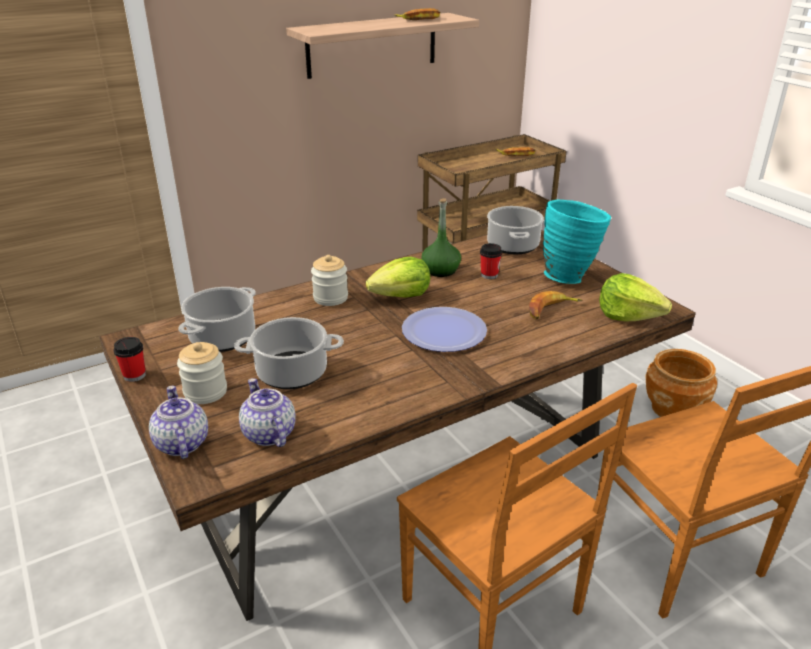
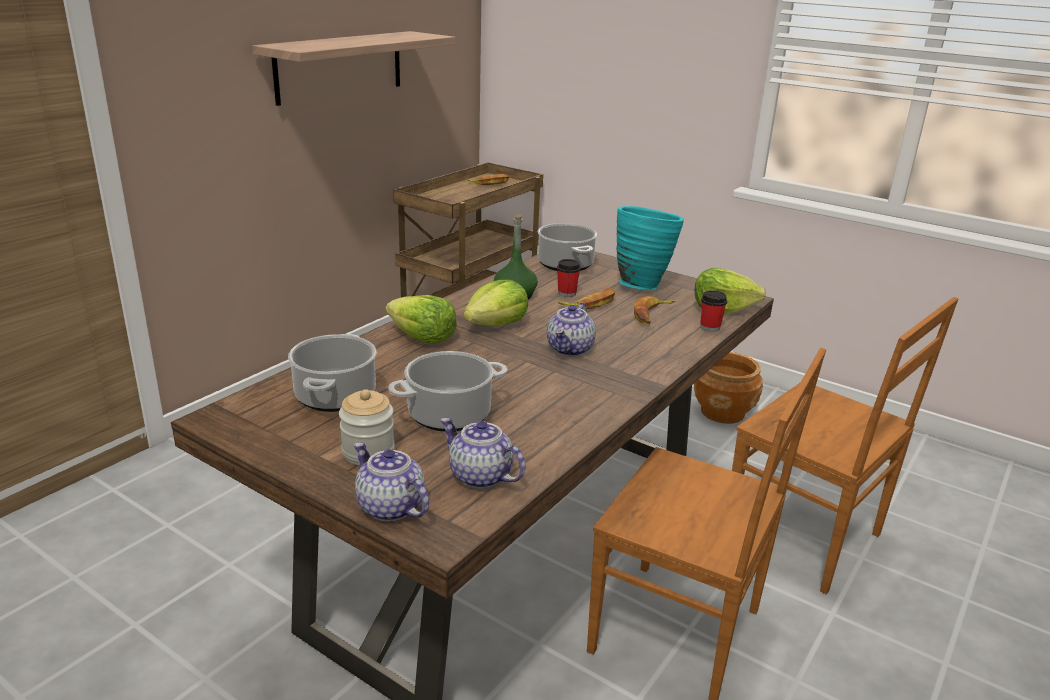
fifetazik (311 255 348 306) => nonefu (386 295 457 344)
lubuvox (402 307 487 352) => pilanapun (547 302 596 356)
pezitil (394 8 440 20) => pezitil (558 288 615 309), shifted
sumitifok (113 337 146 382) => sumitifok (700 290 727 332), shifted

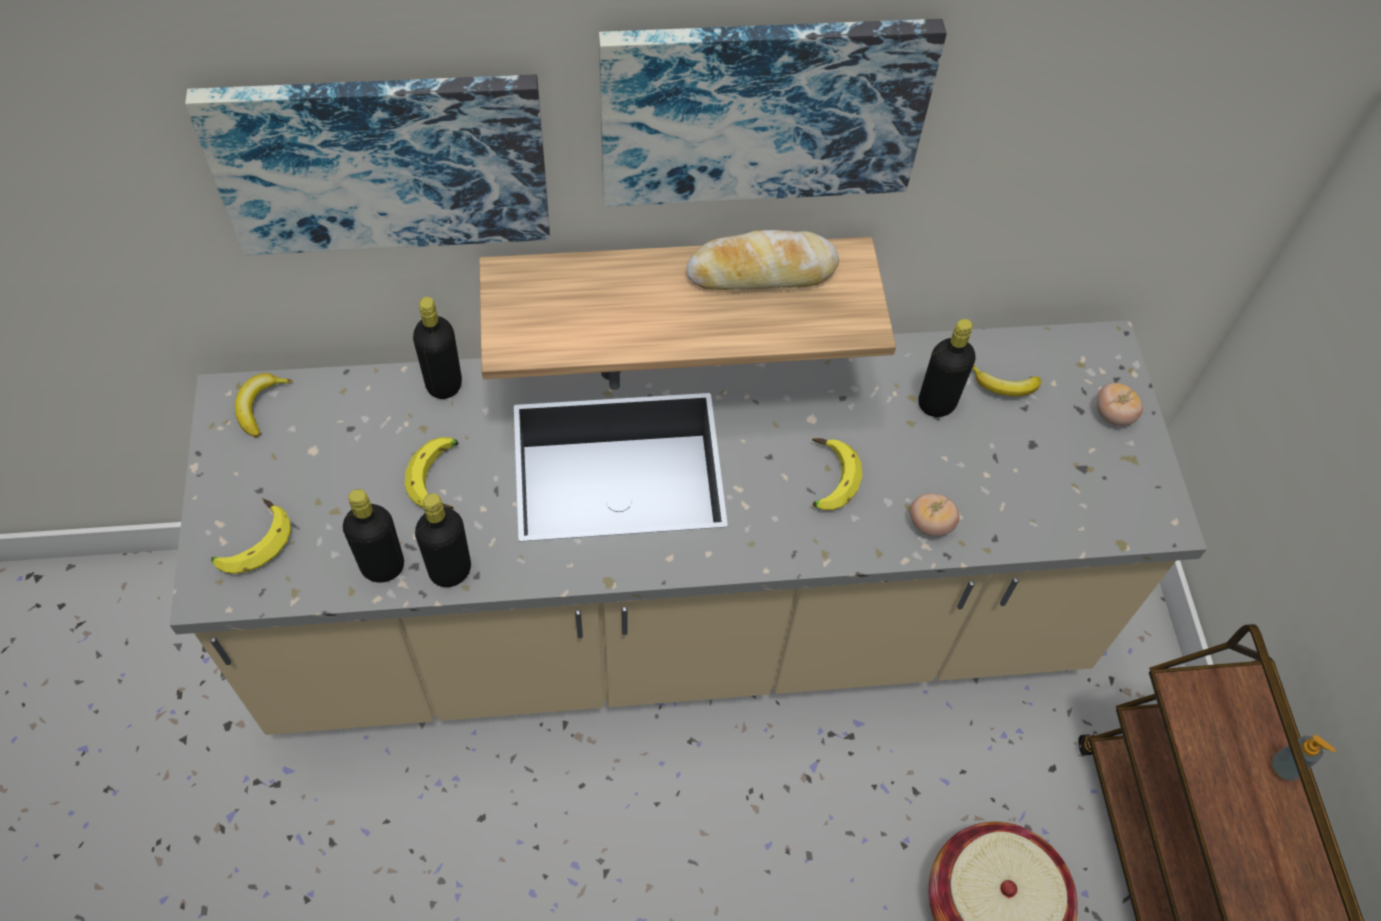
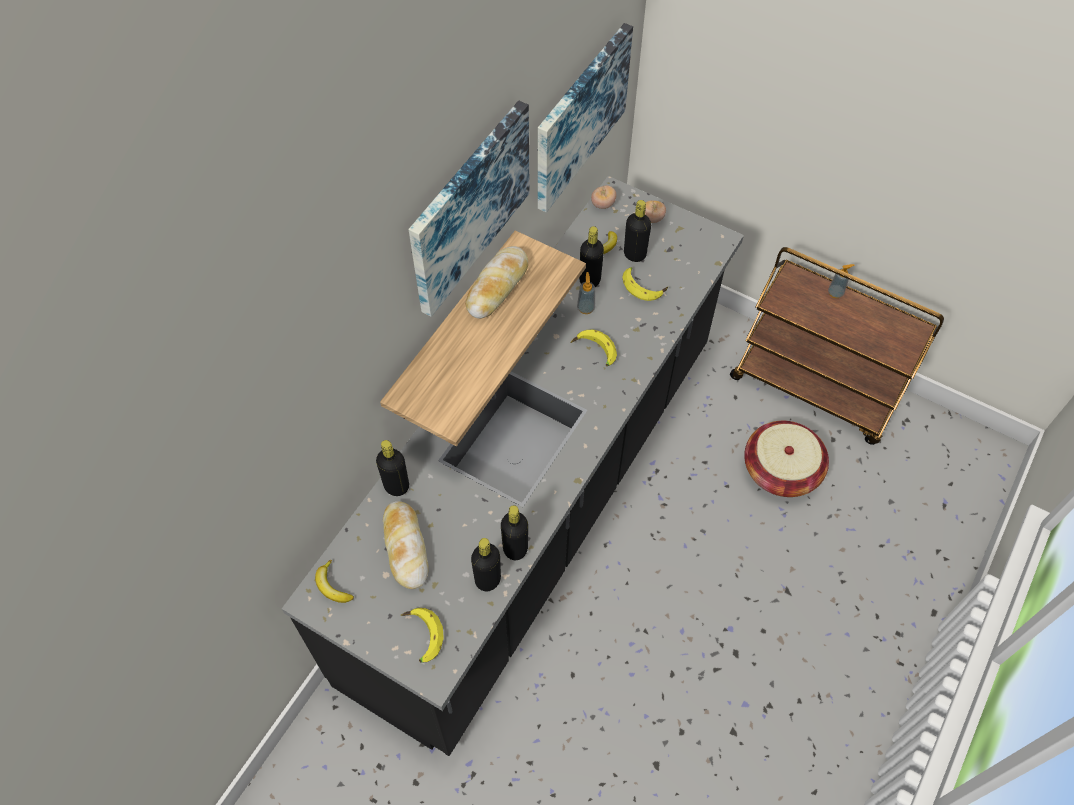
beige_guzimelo (170 320 1207 735) => black_guzimelo (282 176 744 756)
nothing => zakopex (383 501 429 589)
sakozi (185 75 550 255) => sakozi (537 23 633 212), shifted
nothing => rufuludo (577 272 595 314)
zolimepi (910 493 959 537) => zolimepi (591 185 616 209), shifted
pezitil (405 437 458 509) => pezitil (622 267 668 301), shifted
nothing => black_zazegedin (624 200 651 262)

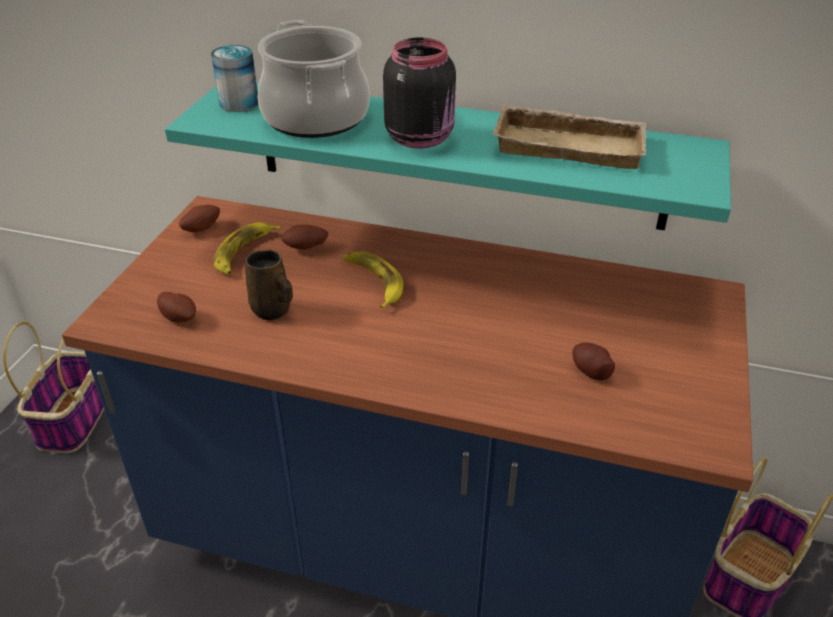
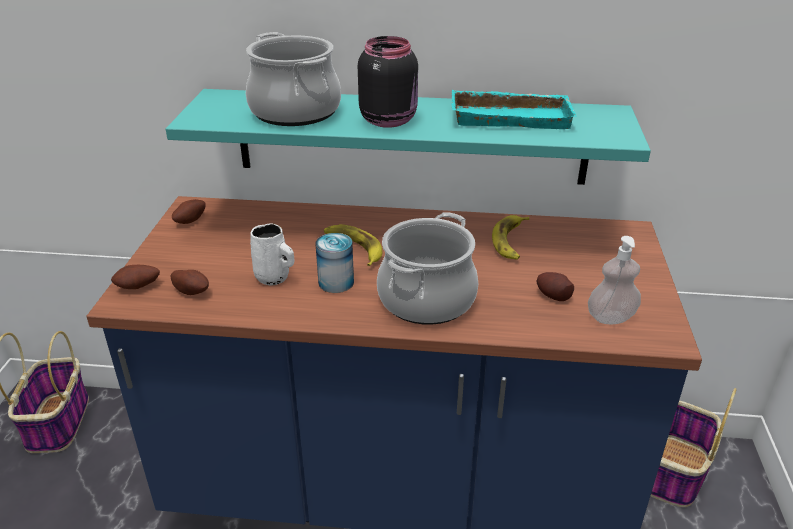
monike (281 225 328 250) => monike (111 265 160 289), shifted
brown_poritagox (245 250 293 320) => white_poritagox (250 223 295 286)
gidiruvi (211 45 258 112) => gidiruvi (316 233 354 293), shifted
nothing => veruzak (377 213 478 325)
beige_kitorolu (493 105 647 169) => turquoise_kitorolu (451 90 577 129)
pezitil (213 222 281 275) => pezitil (492 215 529 259), shifted
nothing => rufuludo (588 236 641 324)

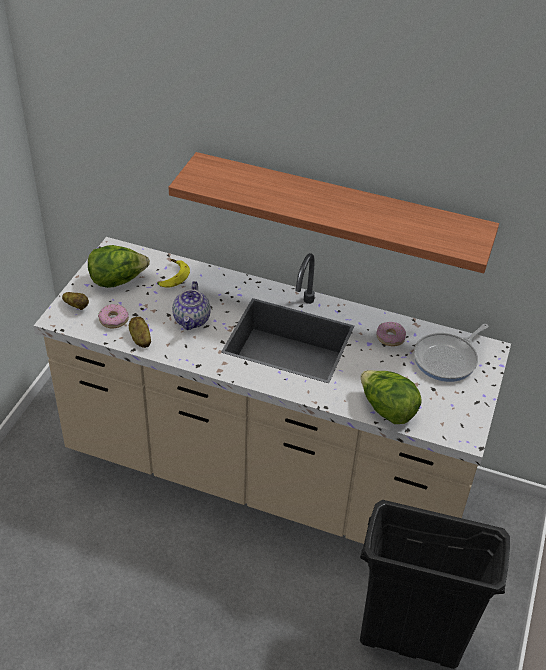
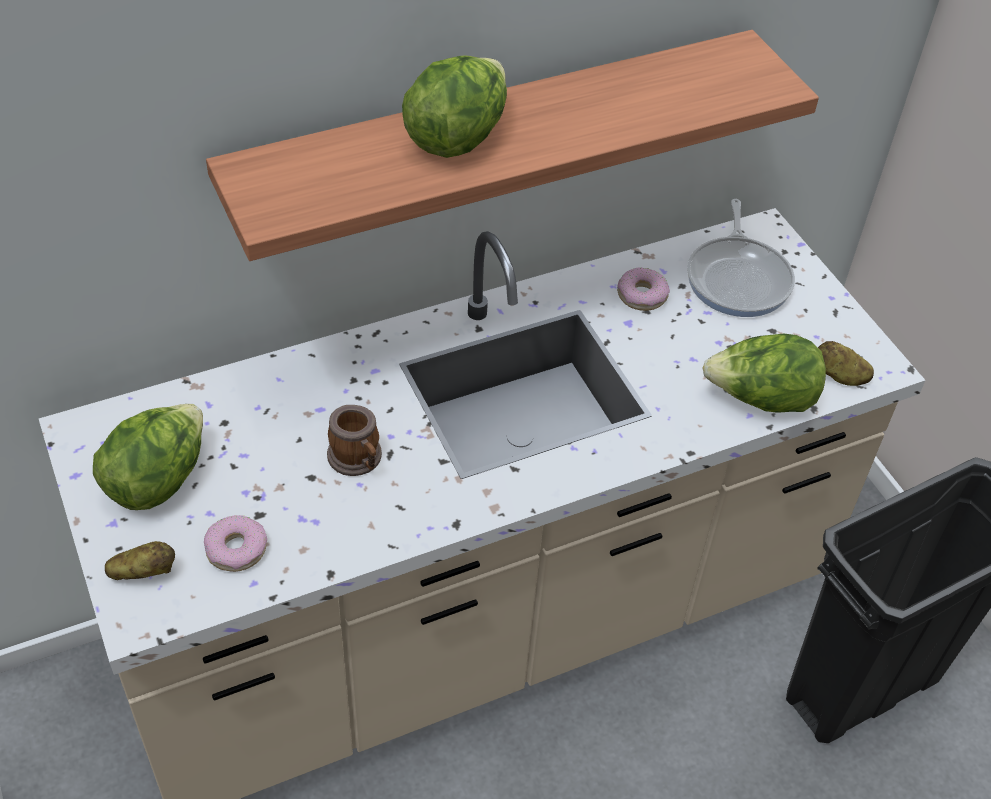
pilanapun (172 281 211 330) => poritagox (327 405 382 476)
nothing => nonefu (402 55 507 158)
monike (129 317 151 348) => monike (818 341 874 386), shifted
pezitil (157 259 190 288) => nothing

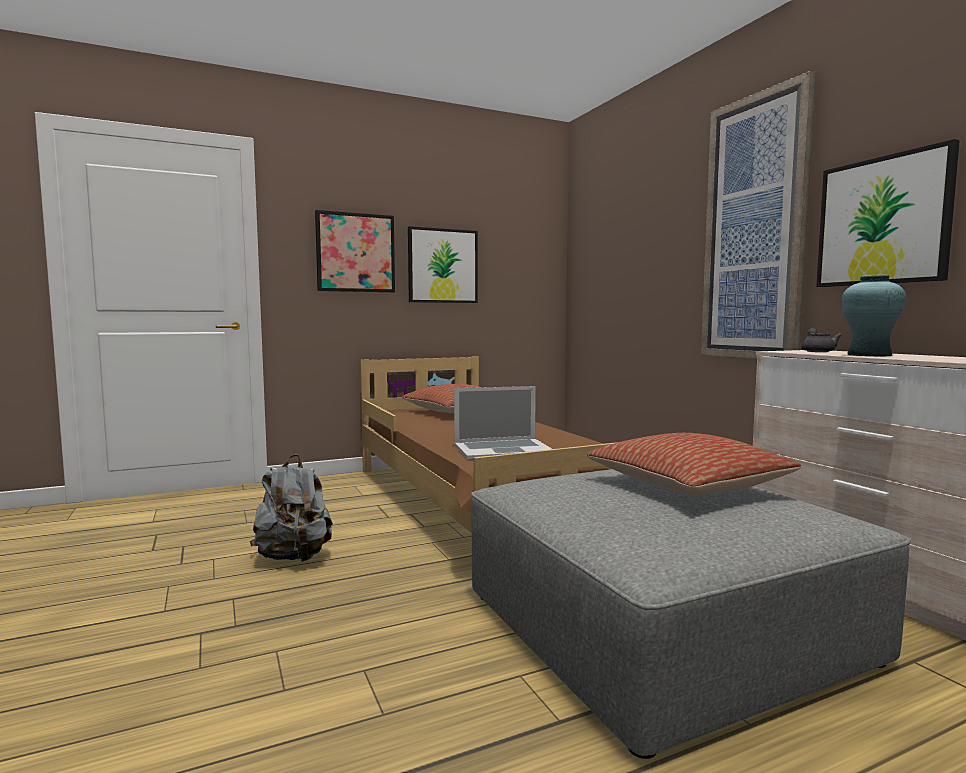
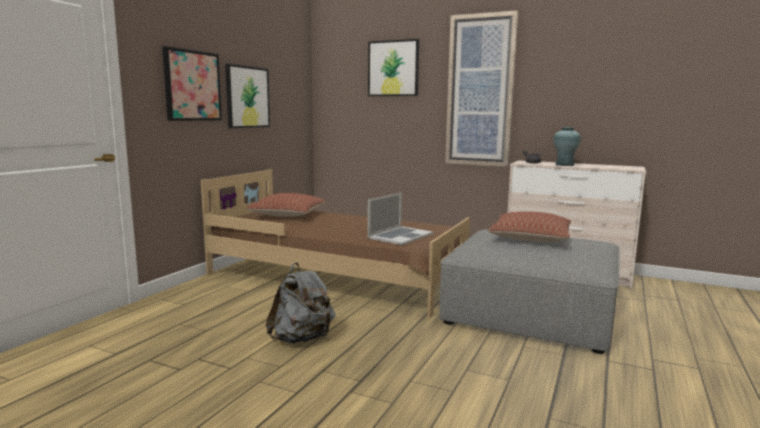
sakozi (816 139 960 287) => sakozi (368 39 419 96), shifted

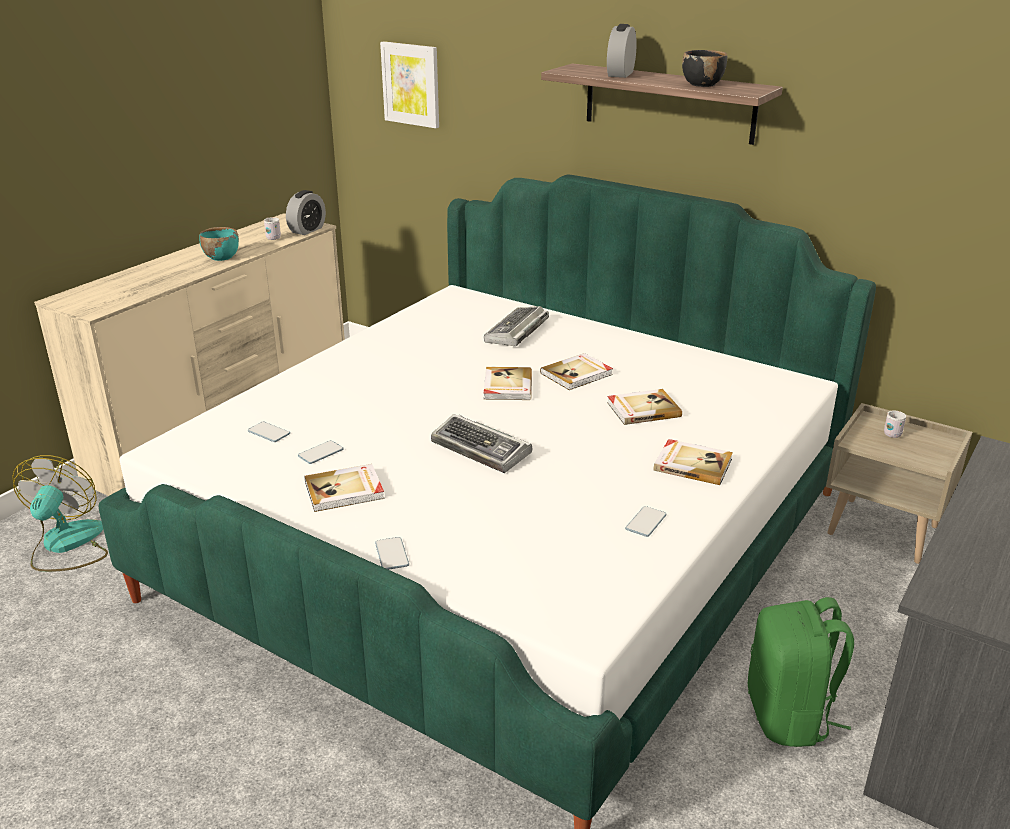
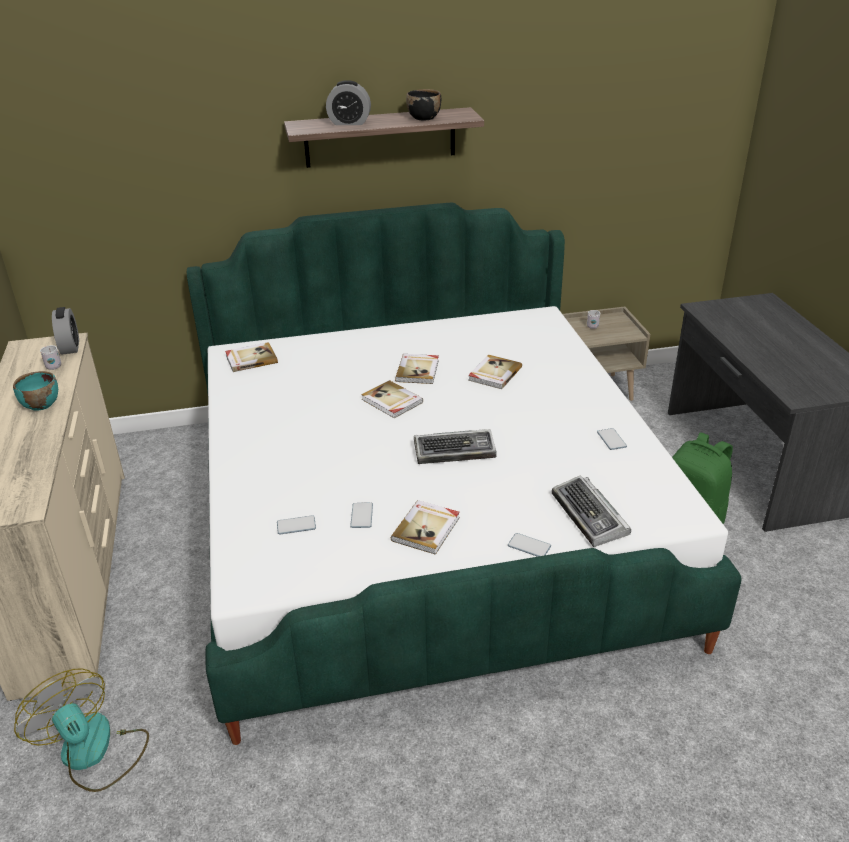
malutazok (654 439 733 485) => malutazok (225 342 278 372), shifted
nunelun (607 24 637 78) => nunelun (326 80 371 125), 60 degrees counterclockwise
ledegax (484 306 549 346) => ledegax (552 475 631 547), shifted
sakozi (380 41 439 128) => nothing

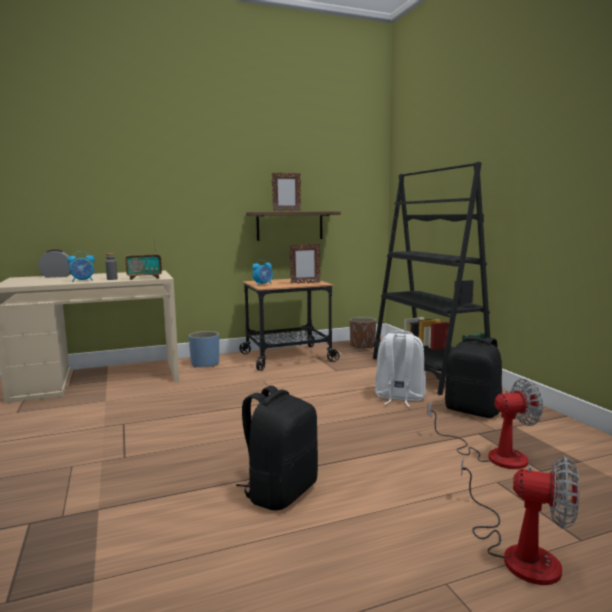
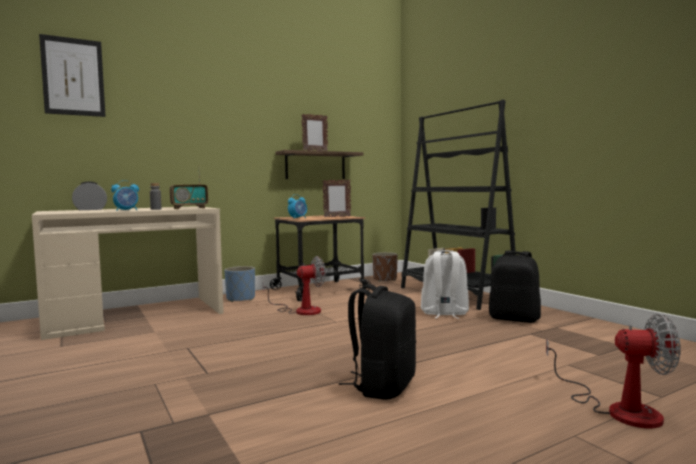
nothing => sakozi (39 34 106 117)
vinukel (427 379 544 469) => vinukel (263 256 325 315), shifted

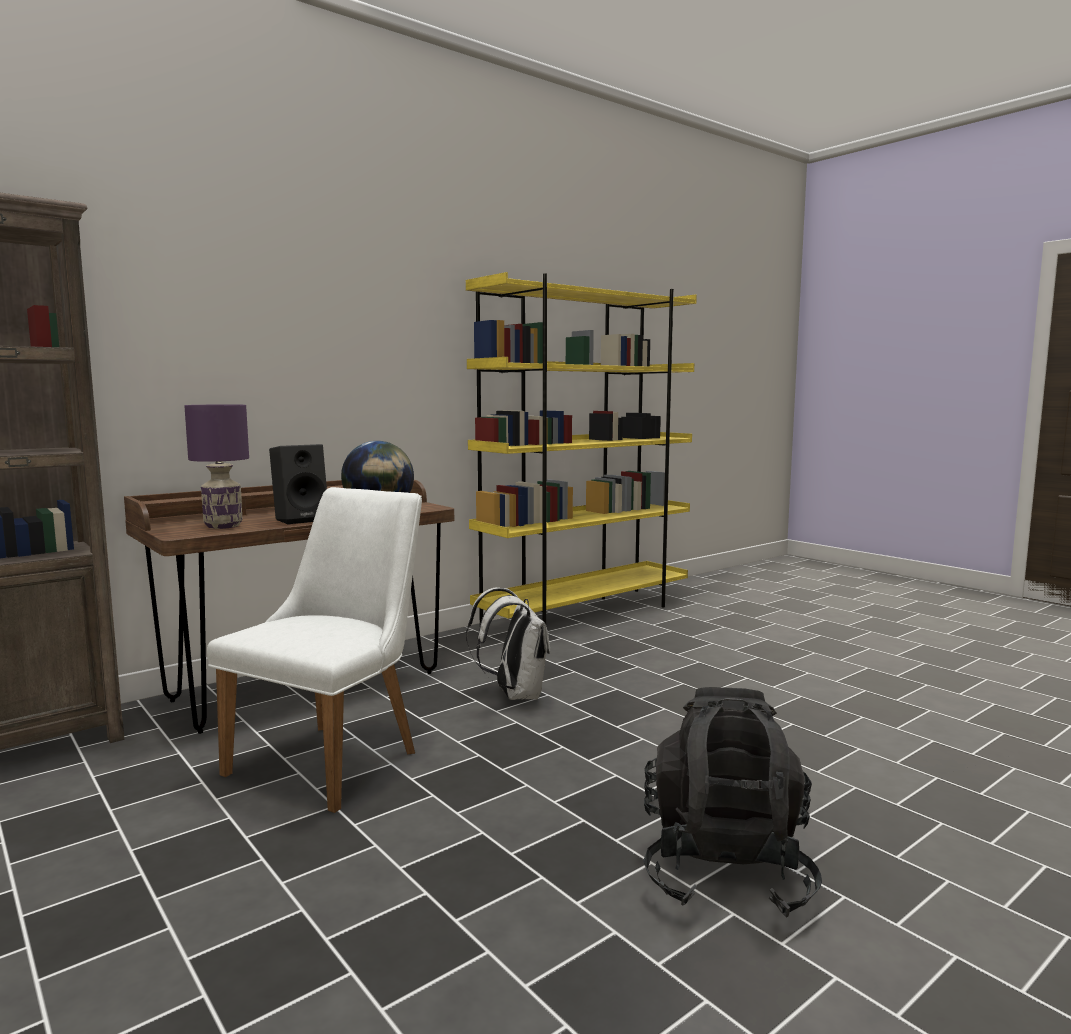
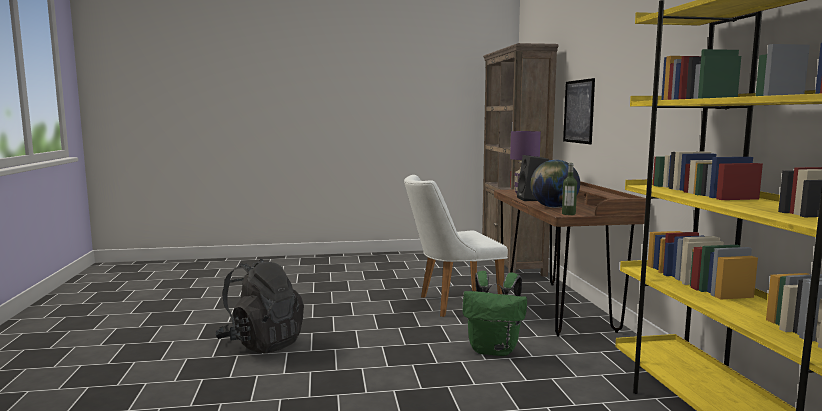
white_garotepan (207 487 422 813) => white_garotepan (404 175 508 317), 105 degrees clockwise
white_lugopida (466 587 550 700) => green_lugopida (463 271 527 356)
nothing => zazegedin (562 163 577 215)
nothing => sakozi (563 78 595 144)

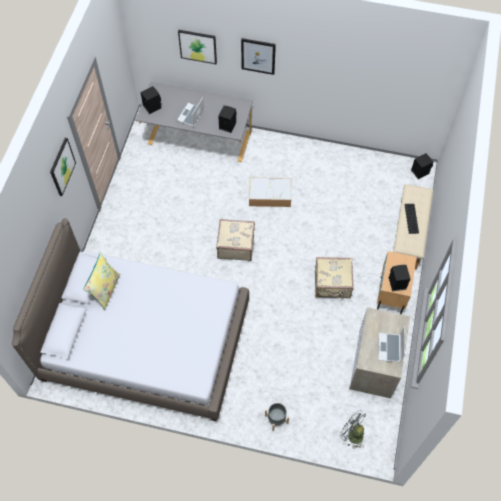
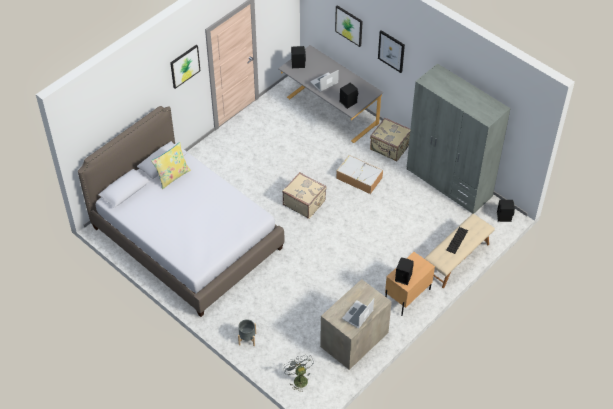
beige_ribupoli (315 257 354 299) => beige_ribupoli (370 118 410 161), shifted
nothing => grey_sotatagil (406 63 511 214)

